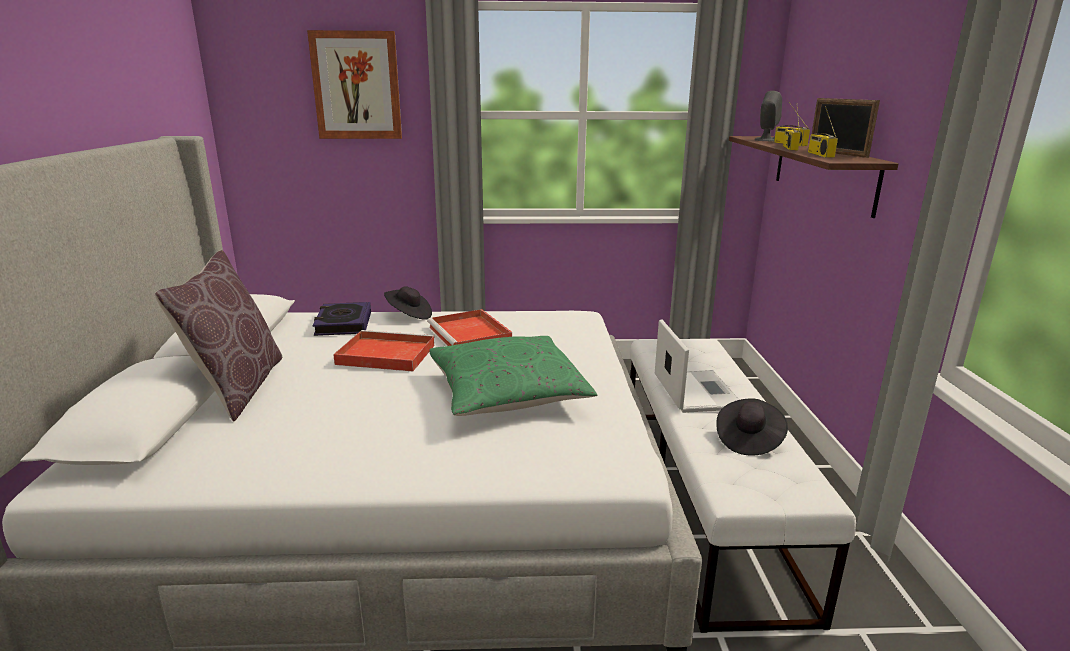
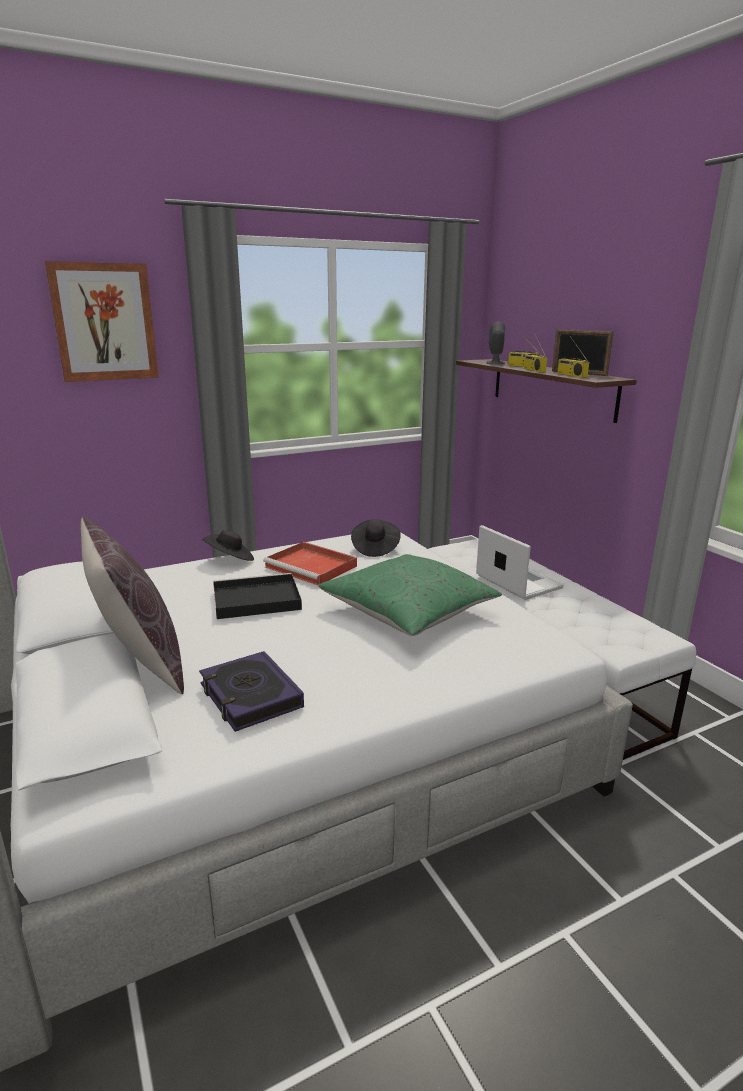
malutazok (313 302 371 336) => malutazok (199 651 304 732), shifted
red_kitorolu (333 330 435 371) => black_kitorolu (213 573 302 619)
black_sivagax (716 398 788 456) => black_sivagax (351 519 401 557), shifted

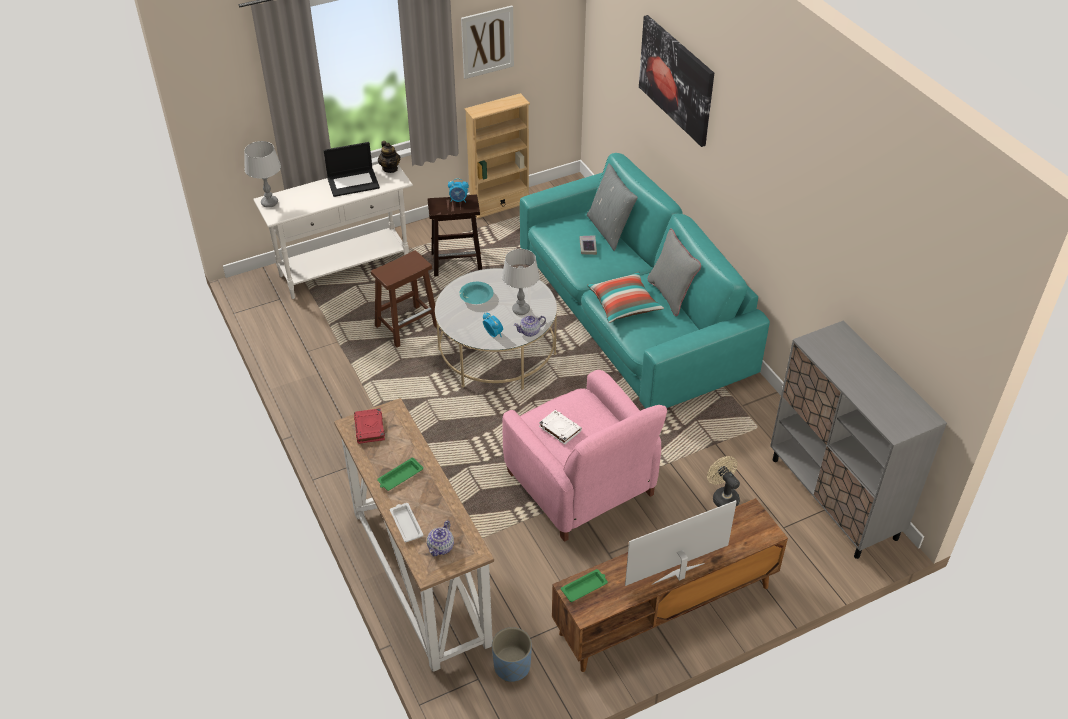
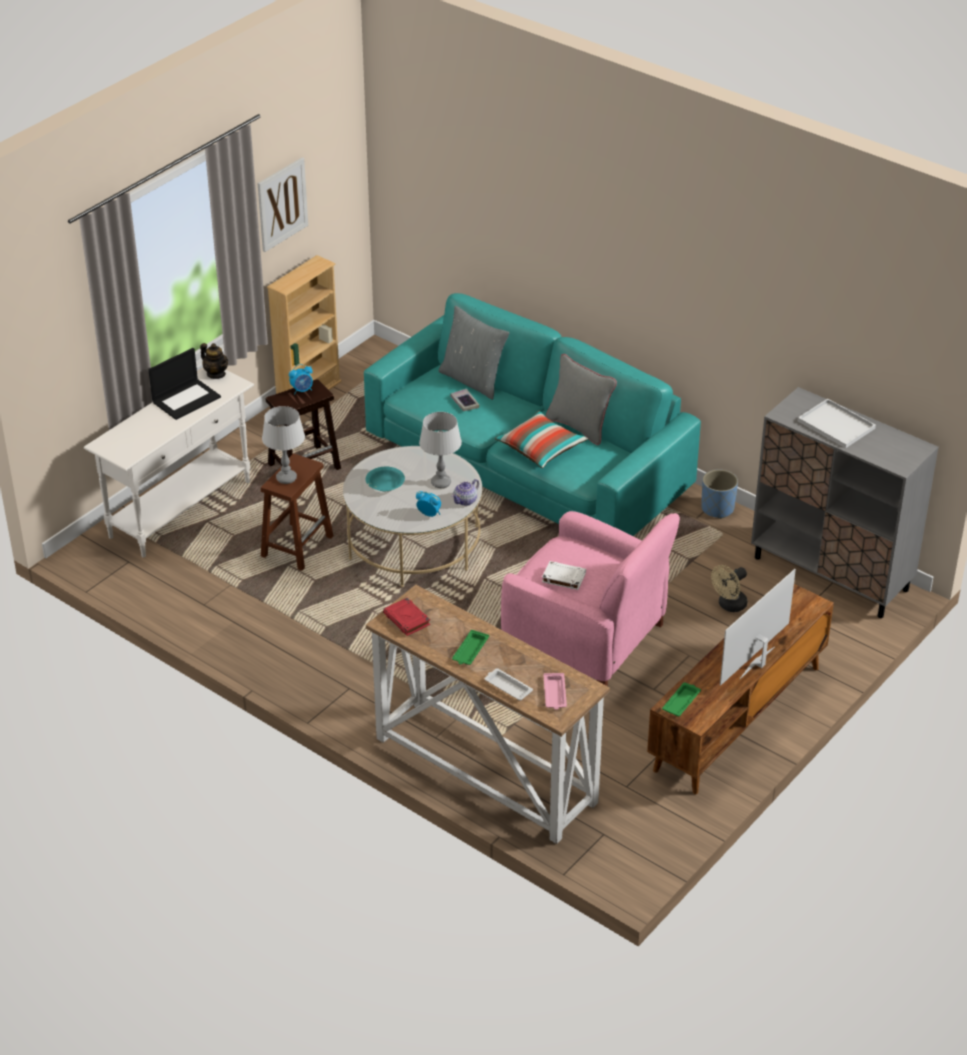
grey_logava (244 141 281 208) => grey_logava (262 406 305 484), shifted
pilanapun (427 521 454 556) => pink_kitorolu (543 673 567 710)
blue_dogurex (492 627 532 682) => blue_dogurex (701 469 738 519), shifted
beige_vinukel (707 456 740 507) => beige_vinukel (711 565 747 612), 75 degrees counterclockwise
nothing => white_kitorolu (798 399 876 448)
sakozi (639 15 714 147) => nothing

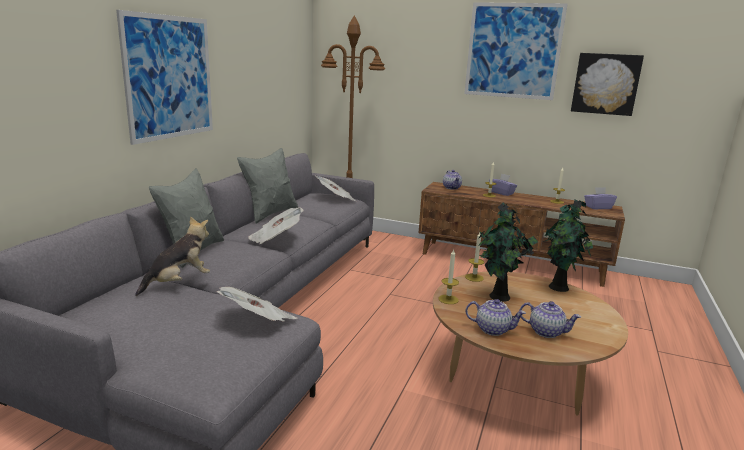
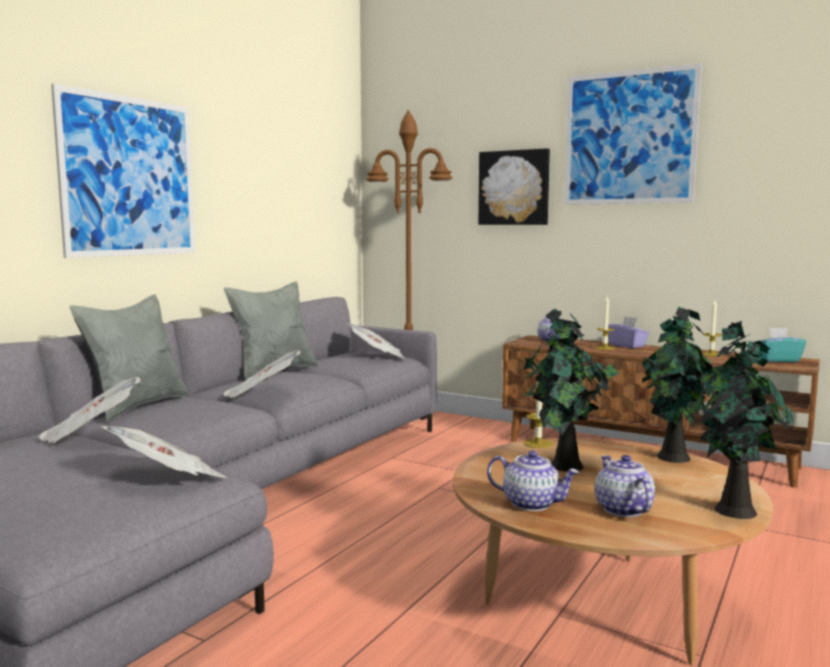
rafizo (135 216 210 296) => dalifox (39 377 141 443)
sakozi (571 53 644 116) => sakozi (478 148 550 225), shifted
pilanapun (519 301 581 338) => pilanapun (595 455 655 517), 135 degrees counterclockwise
nothing => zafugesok (686 321 794 519)
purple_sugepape (584 187 617 209) => turquoise_sugepape (755 328 806 362)
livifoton (438 249 459 304) => nothing

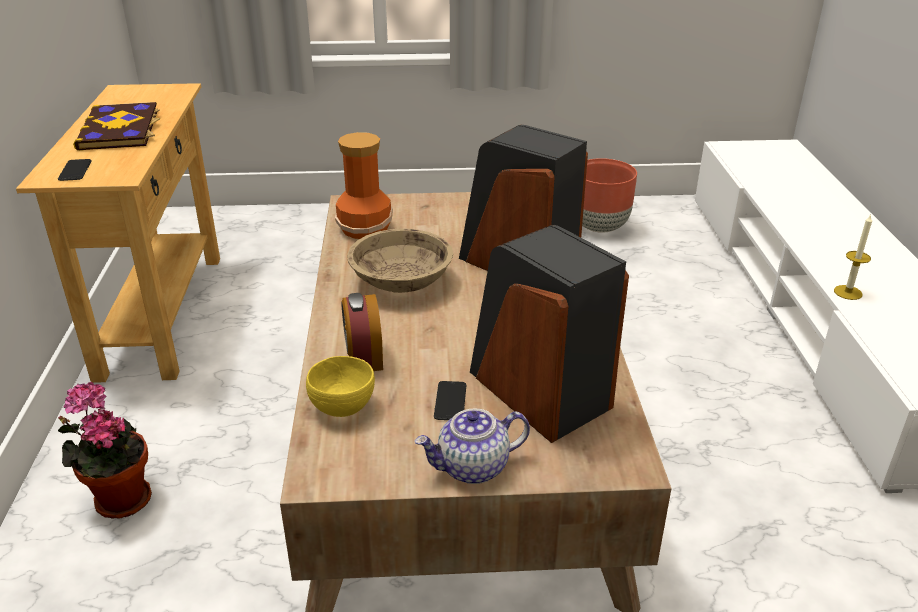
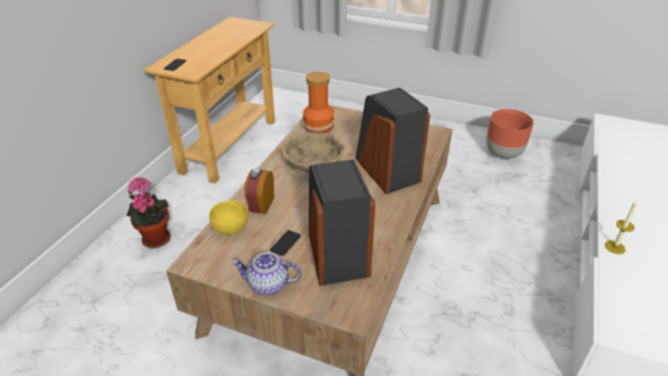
malutazok (73 102 160 151) => nothing

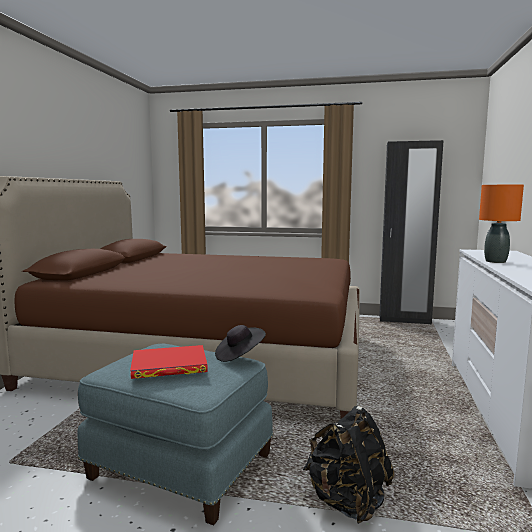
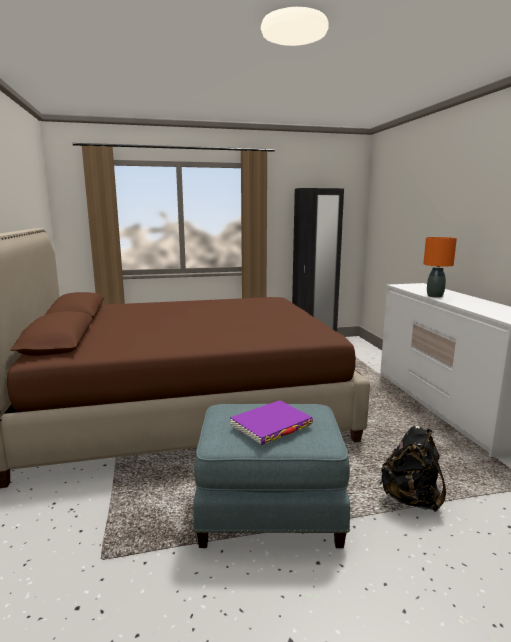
red_malutazok (130 345 208 379) => purple_malutazok (230 400 313 445)
black_sivagax (215 325 266 362) => nothing

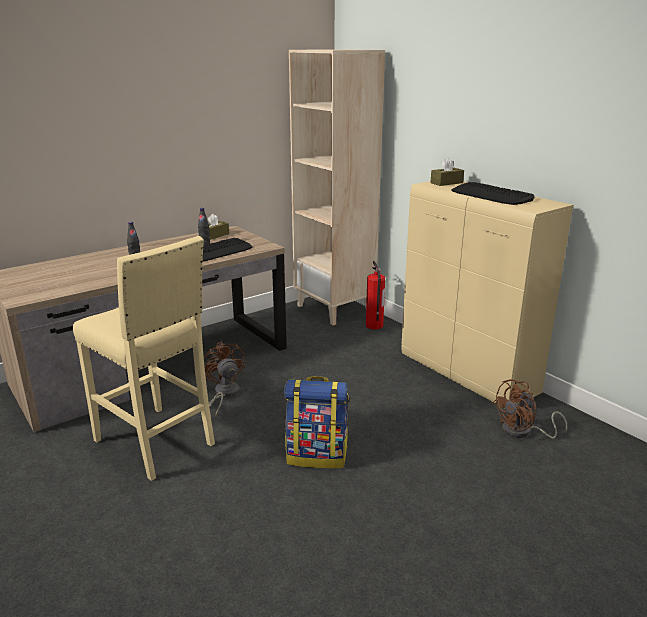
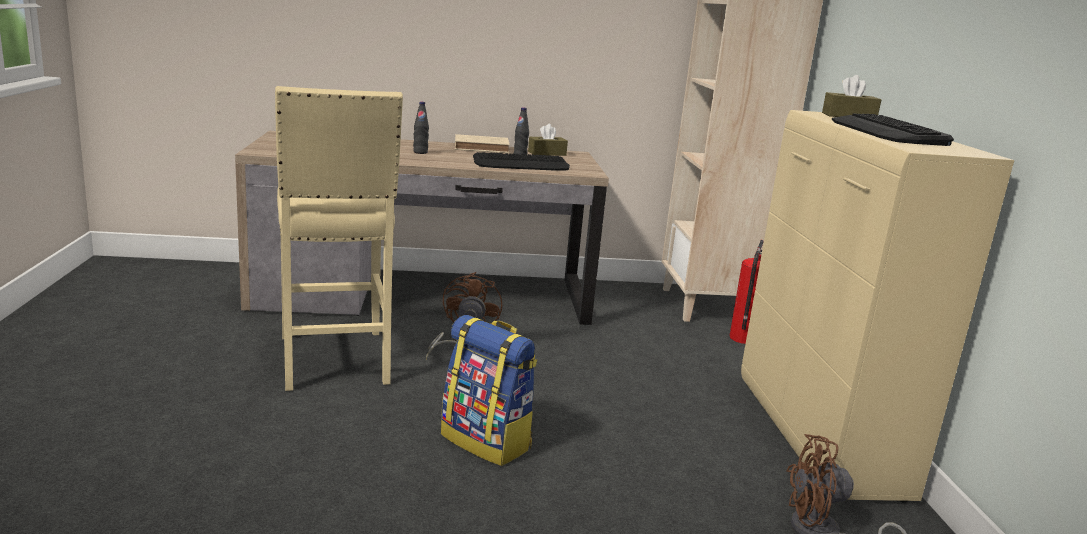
nothing => beige_malutazok (455 134 510 153)

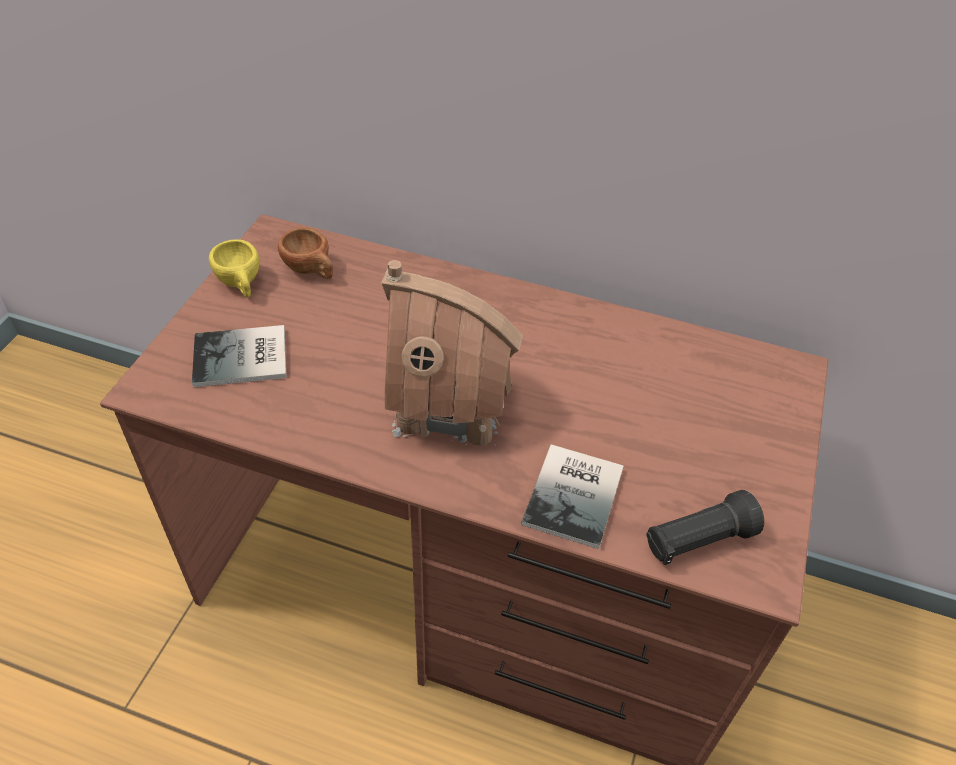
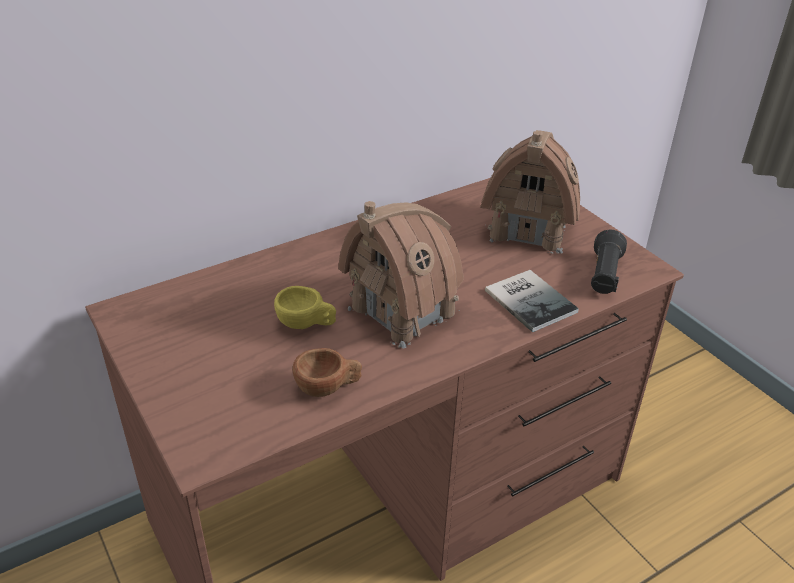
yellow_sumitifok (209 239 260 298) => yellow_sumitifok (274 286 336 329), shifted
brown_sumitifok (278 227 333 279) => brown_sumitifok (292 348 362 397), shifted
nothing => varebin (480 130 580 254)
malutazok (192 325 286 387) => nothing

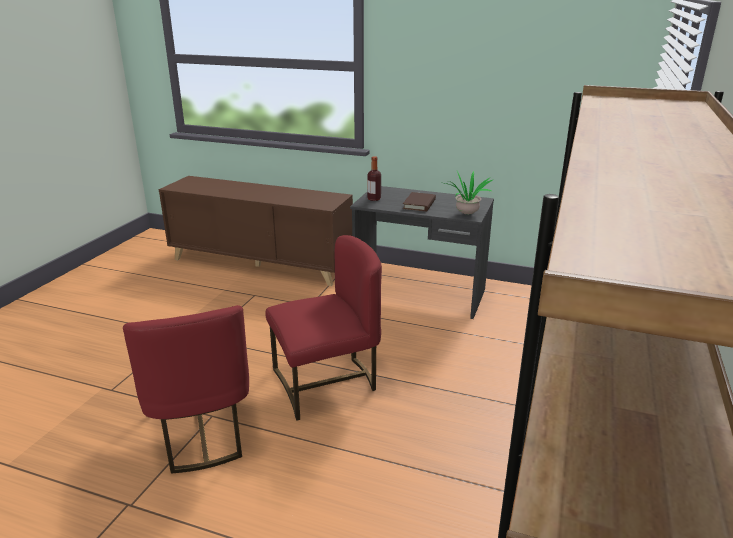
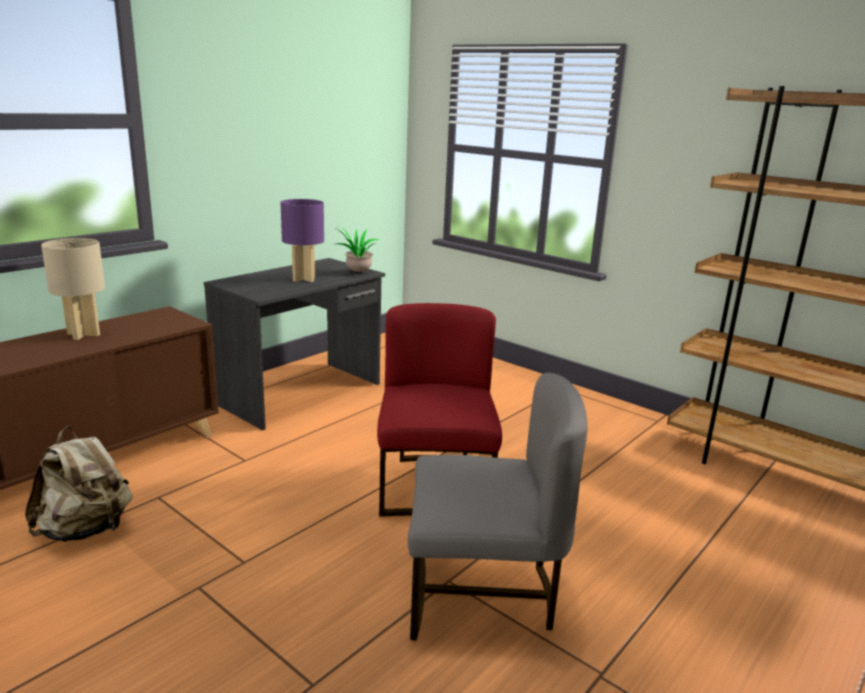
nothing => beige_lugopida (25 426 133 542)
nothing => beige_logava (41 238 105 340)
brown_malutazok (403 192 436 211) => purple_logava (281 199 324 282)
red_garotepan (123 305 249 474) => grey_garotepan (408 373 588 641)
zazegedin (367 156 381 201) => nothing

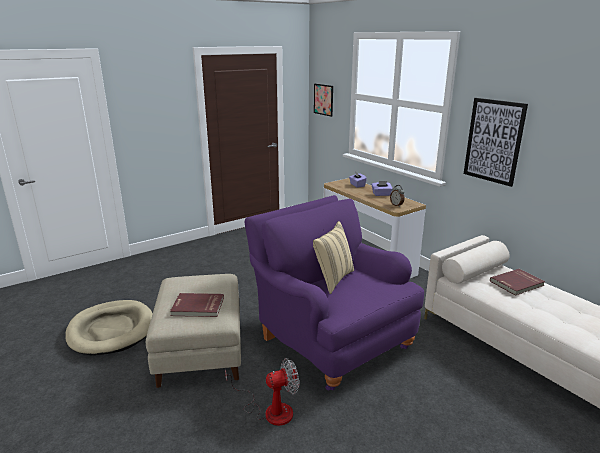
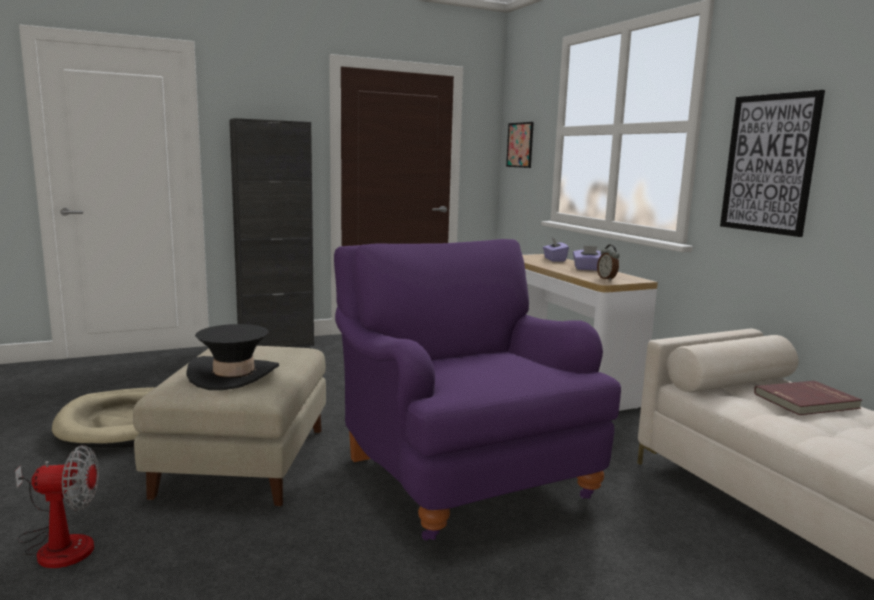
vinukel (225 358 299 426) => vinukel (15 445 99 568), shifted
red_malutazok (170 293 224 317) => black_sivagax (186 324 279 390)
nothing => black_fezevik (229 118 314 347)
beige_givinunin (313 221 354 294) => nothing

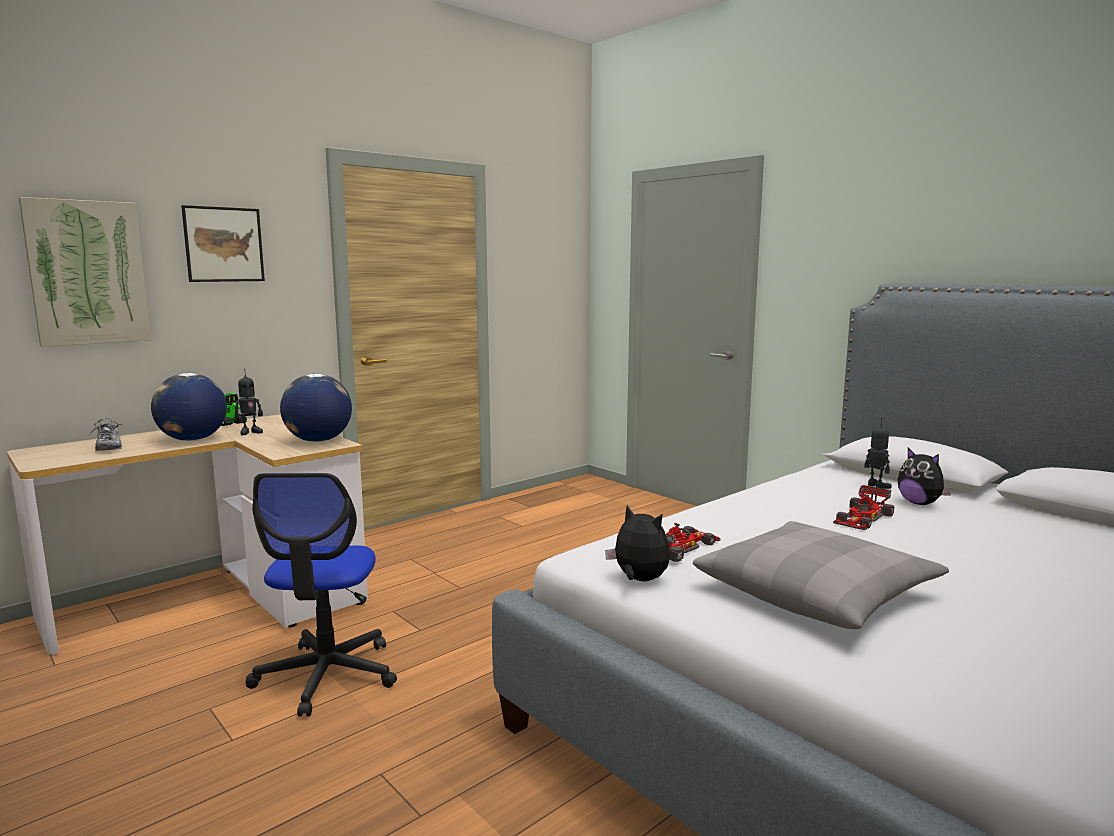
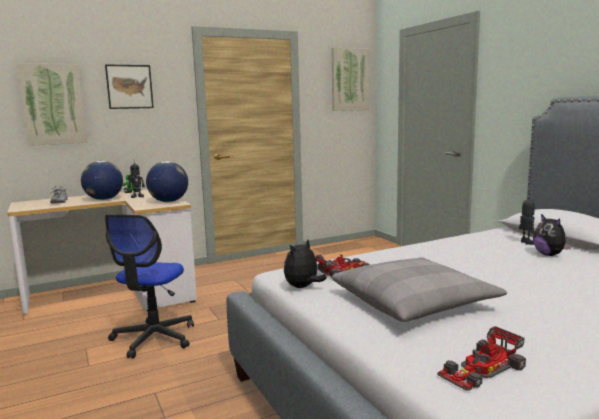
rafizo (605 505 670 581) => rafizo (284 239 327 288), 105 degrees counterclockwise
nothing => sakozi (332 48 369 111)
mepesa (833 485 895 530) => mepesa (437 326 526 391), shifted

